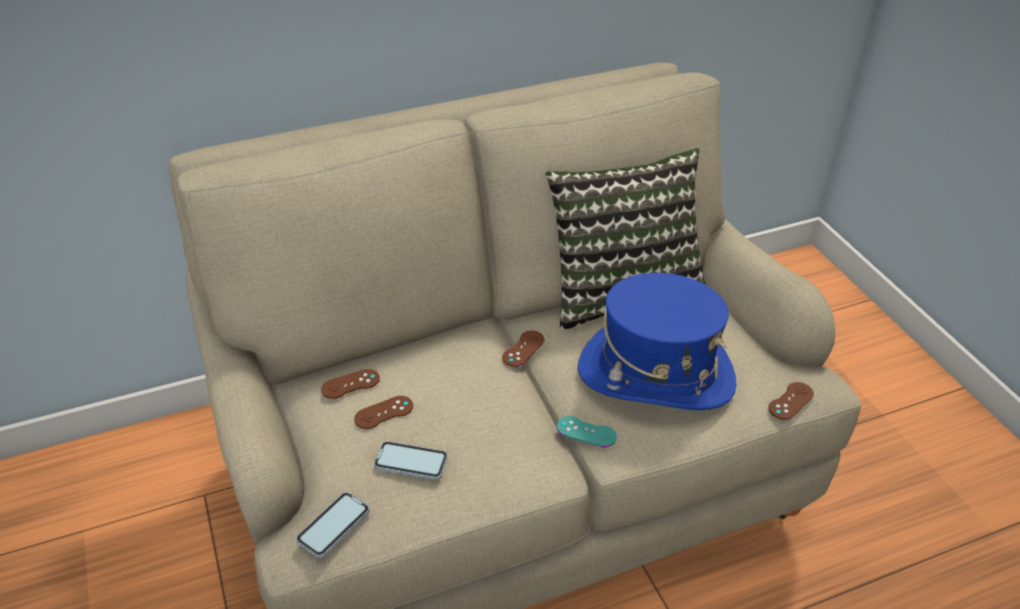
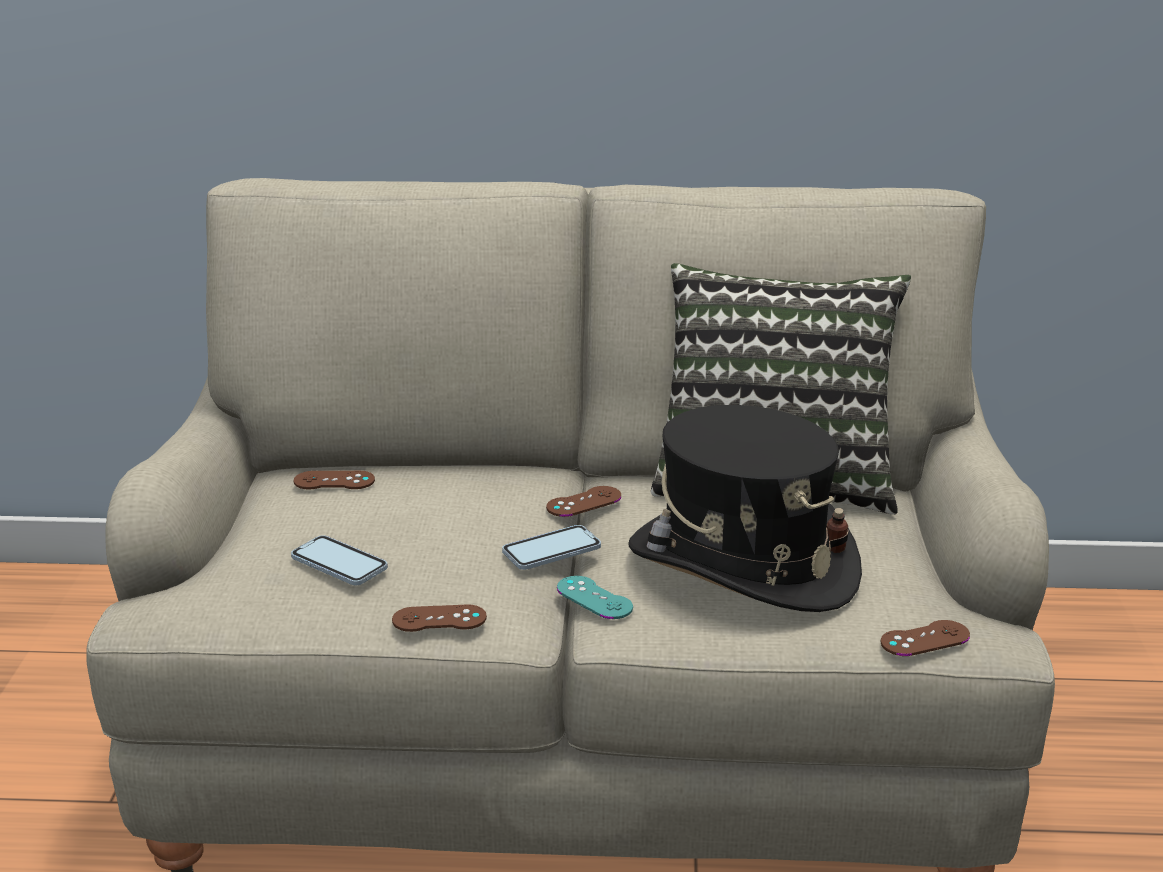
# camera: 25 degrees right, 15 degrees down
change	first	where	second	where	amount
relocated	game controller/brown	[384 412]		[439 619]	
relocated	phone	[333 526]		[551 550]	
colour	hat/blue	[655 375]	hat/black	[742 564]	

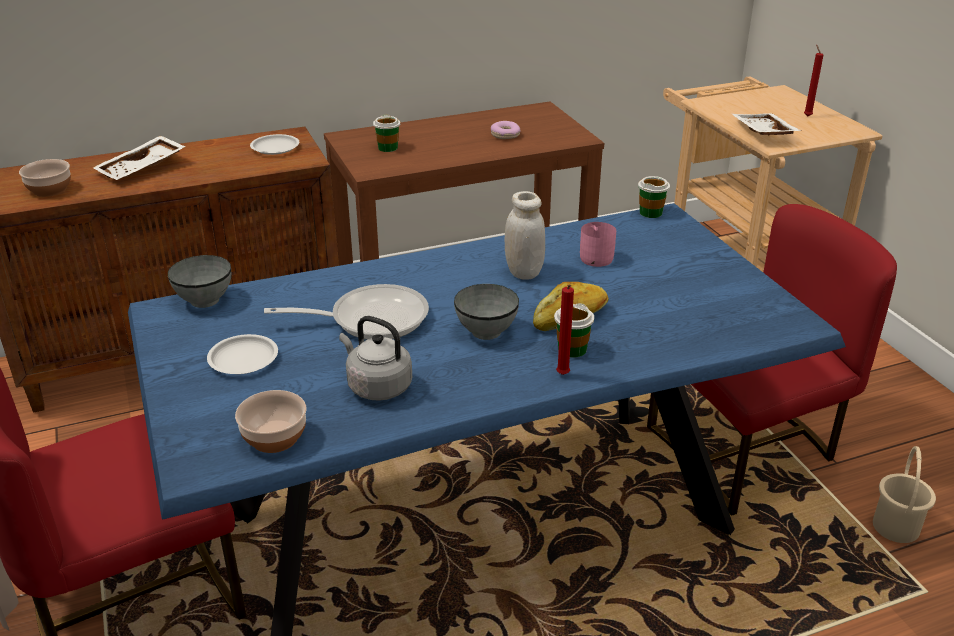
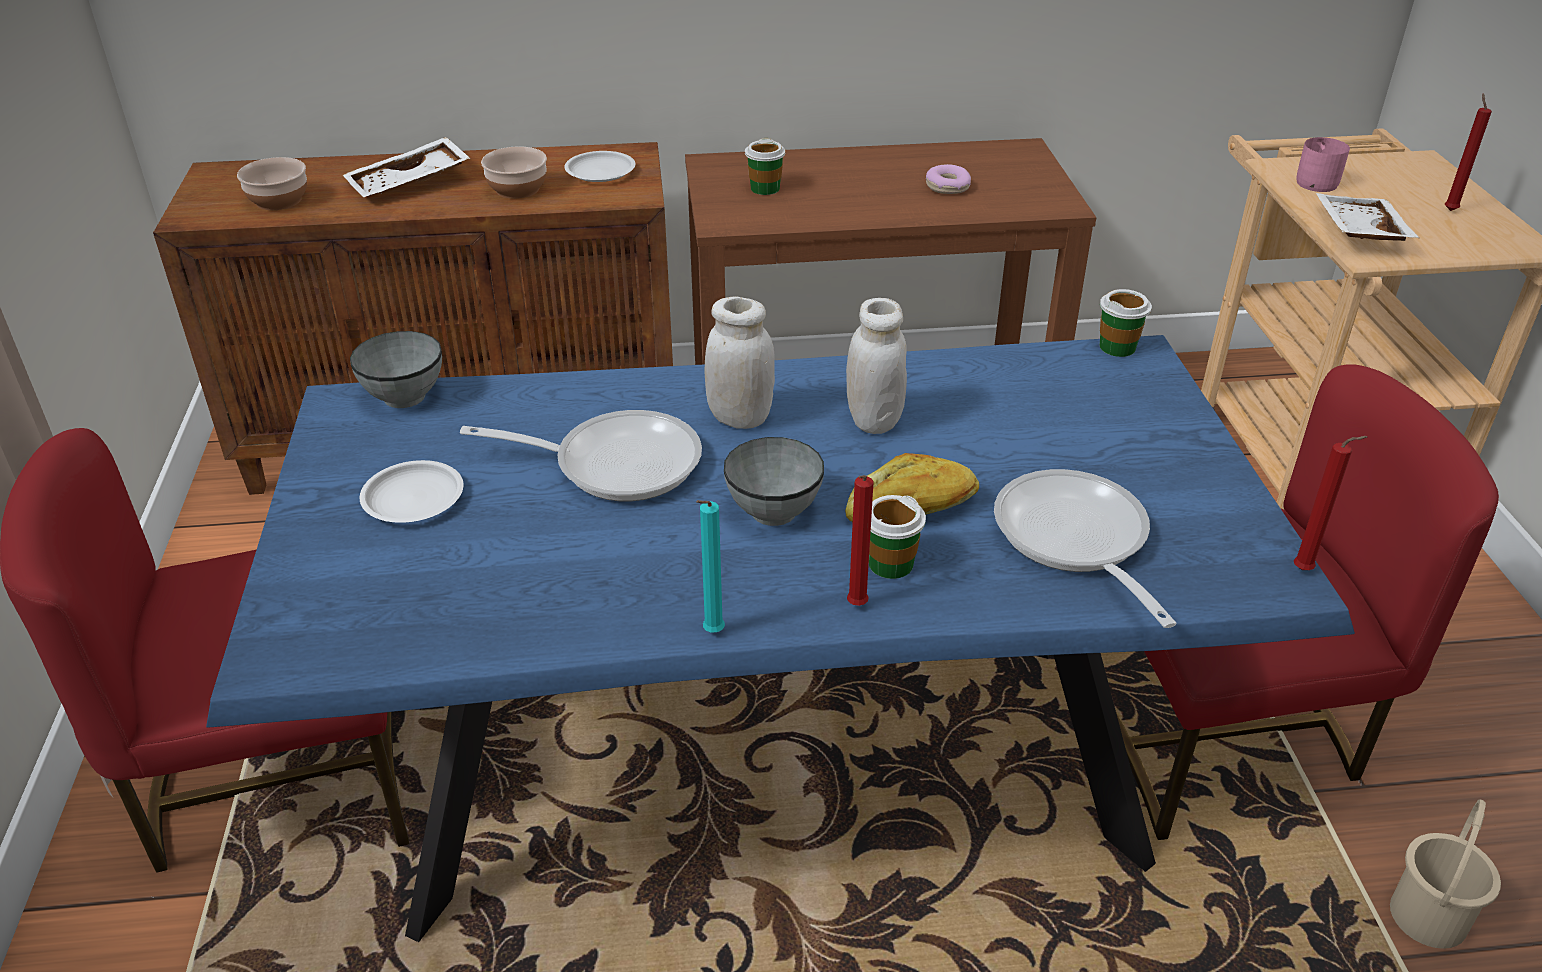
# camera: 15 degrees right, 5 degrees up
change	first	where	second	where	amount
relocated	bowl	[274 437]		[517 188]	
appeared			candle/turquoise	[711 633]	
appeared			jar/white	[740 418]	
appeared			frying pan	[1075 541]	
appeared			candle/red	[1306 571]	
relocated	mug/pink	[596 256]		[1317 181]	
missing	kettle/grey	[377 386]			

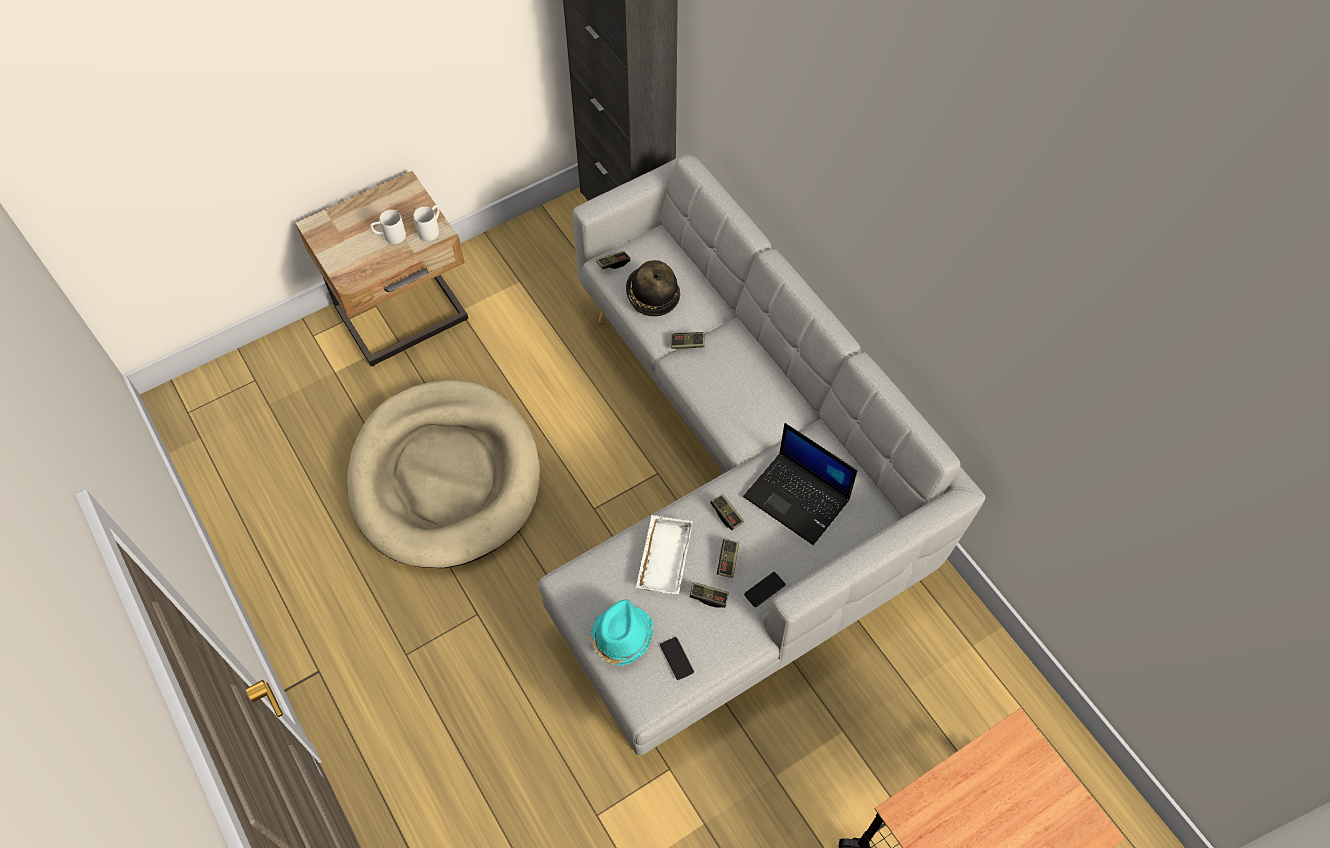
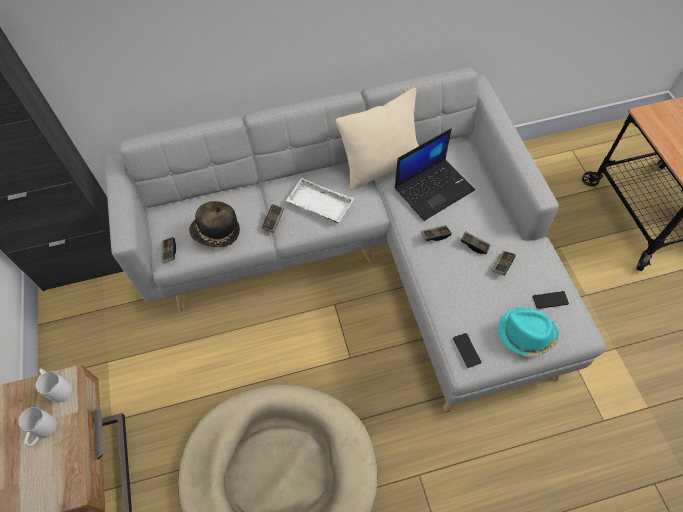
# camera: 70 degrees left, 0 degrees up
change	first	where	second	where	amount
relocated	tray/white	[662 557]		[318 205]	
appeared			pillow/beige	[381 167]	
relocated	phone	[764 589]		[466 350]	

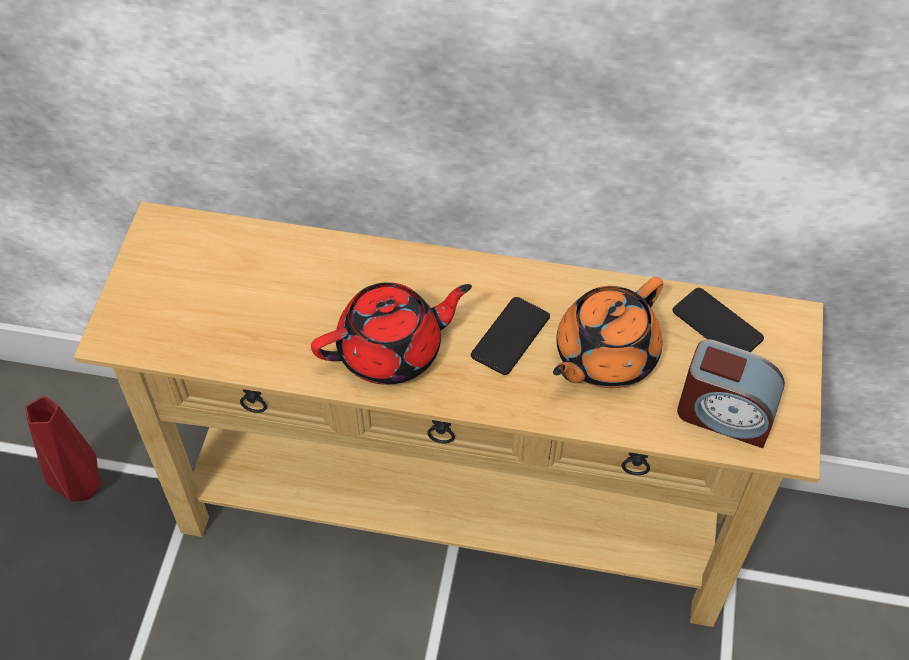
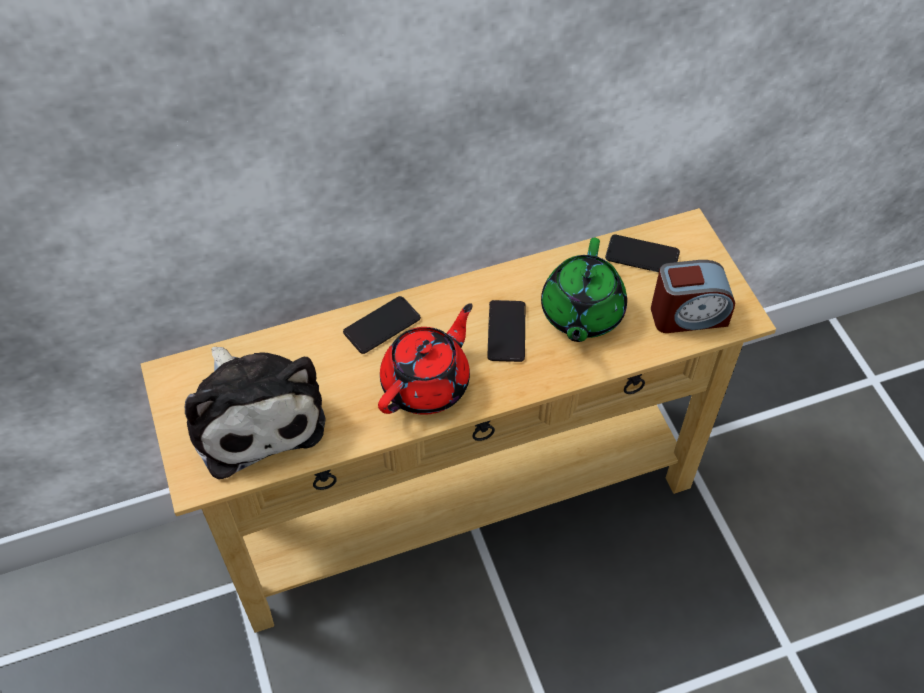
# camera: 30 degrees left, 0 degrees up
change	first	where	second	where	amount
appeared			plush toy	[254 414]	
appeared			phone	[382 325]	
colour	teapot/orange	[604 355]	teapot/green	[581 313]	
missing	vase/red	[80 489]			

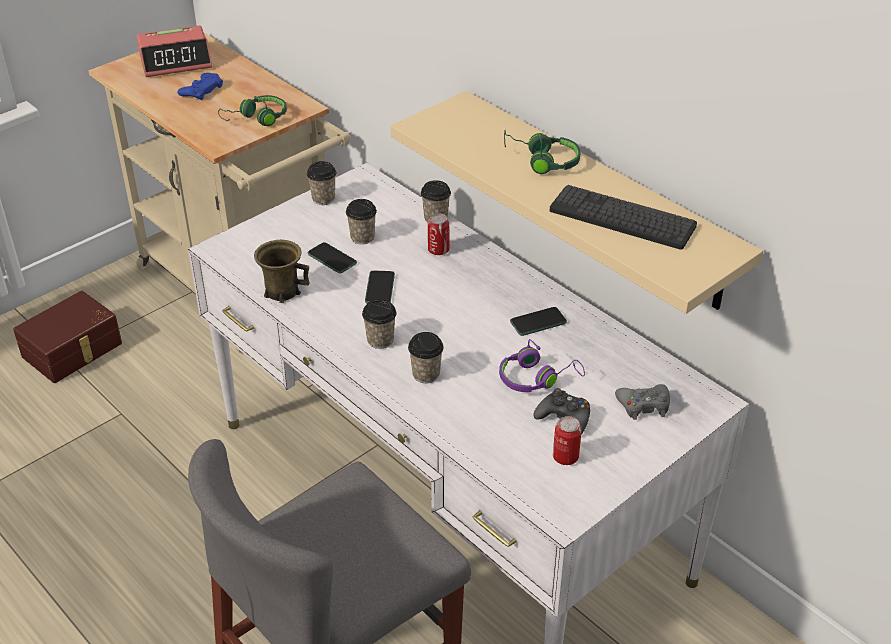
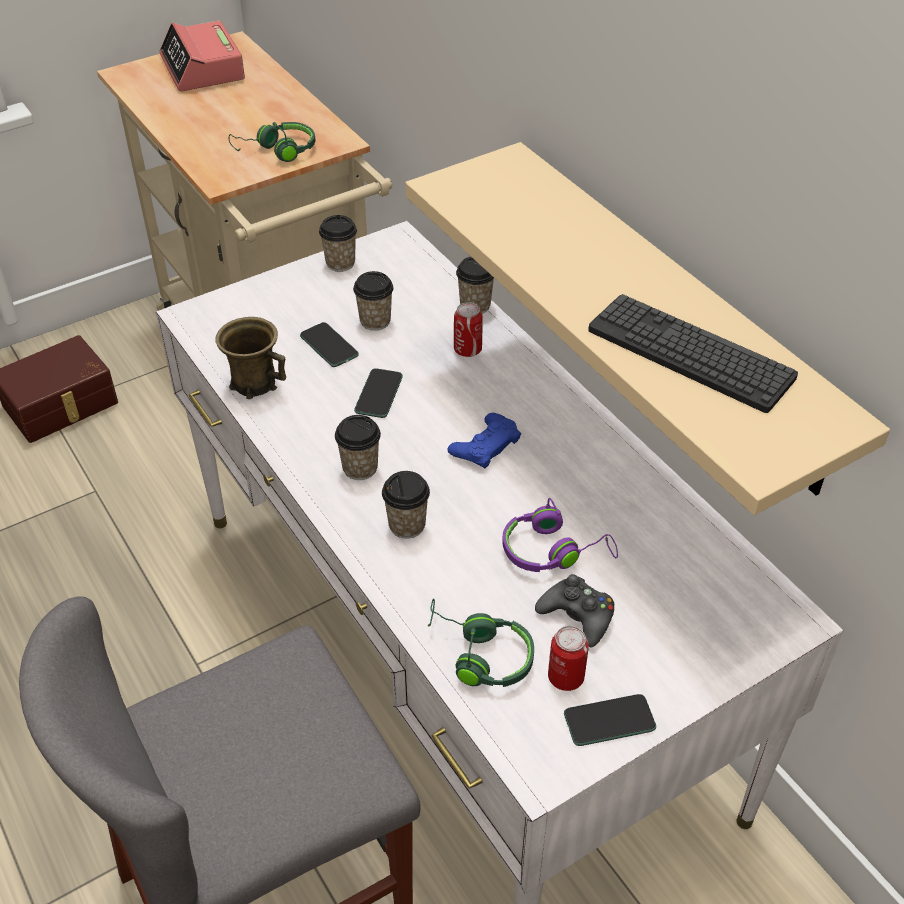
# camera: 10 degrees right, 5 degrees up
change	first	where	second	where	amount
spun	alarm clock	[176 61]		[203 68]	75 degrees clockwise
relocated	headphones/green	[541 161]		[479 654]	
relocated	game controller/blue	[201 90]		[485 446]	
relocated	phone	[538 322]		[609 721]	
missing	game controller/grey	[644 406]			

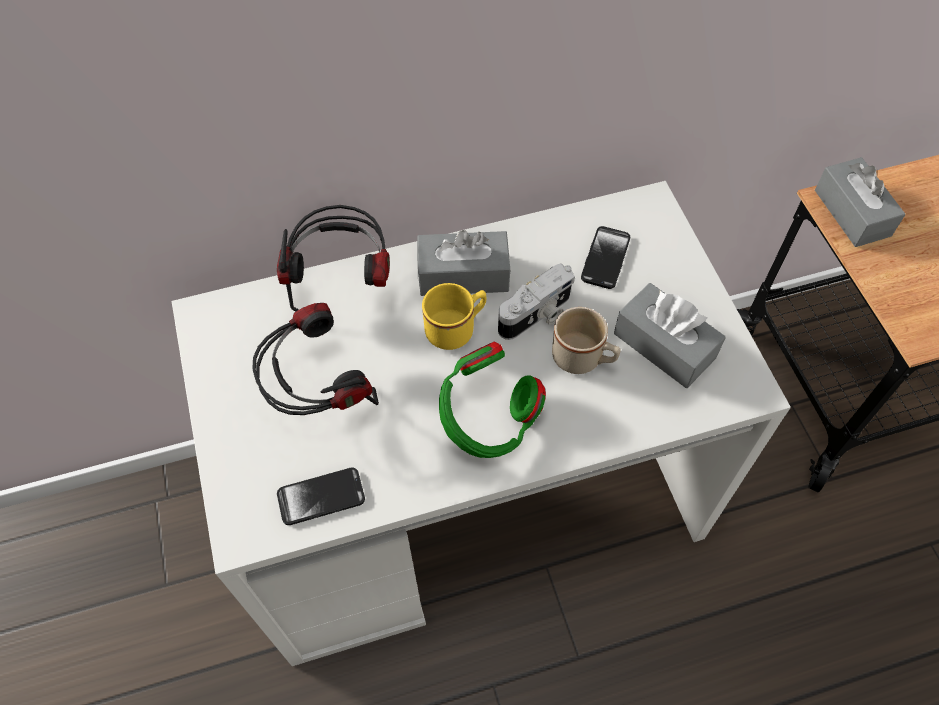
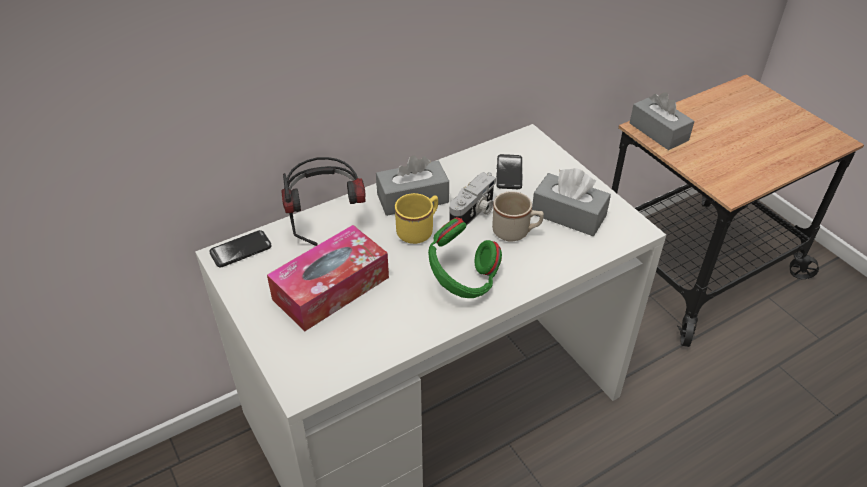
# camera: 15 degrees left, 15 degrees down
change	first	where	second	where	amount
relocated	phone	[321 497]		[241 250]	
exchanged	headphones	[319 395]	tissue box	[331 288]	

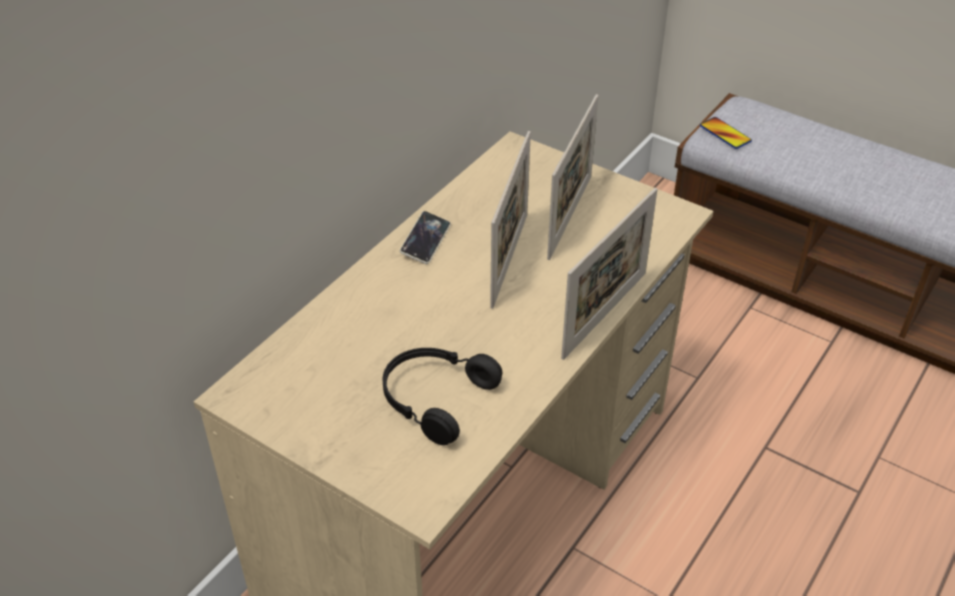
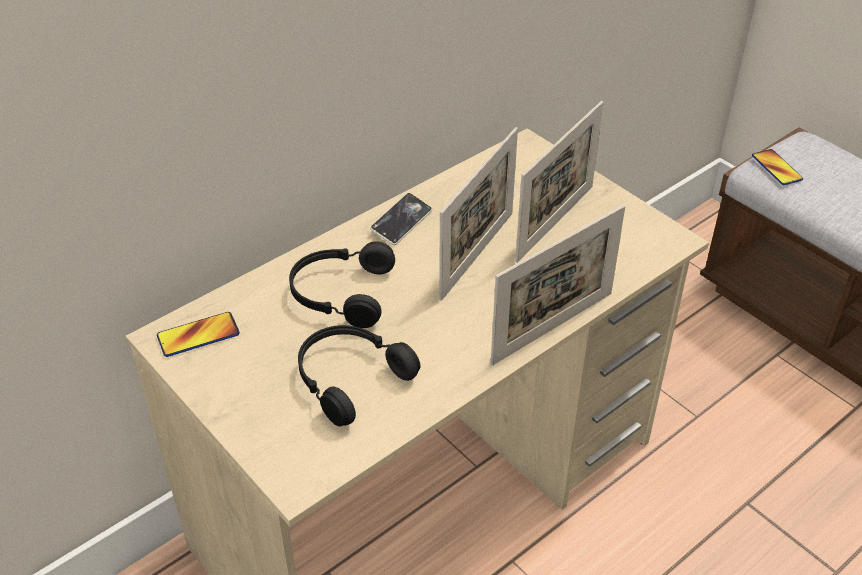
# camera: 15 degrees right, 0 degrees up
change	first	where	second	where	amount
appeared			phone	[198 335]	
appeared			headphones/black	[340 294]	

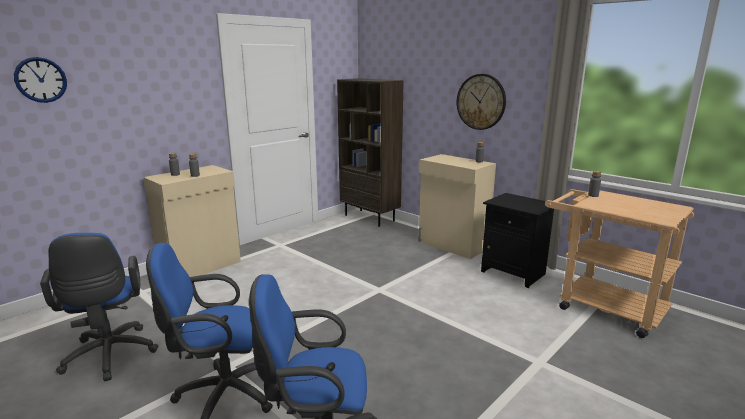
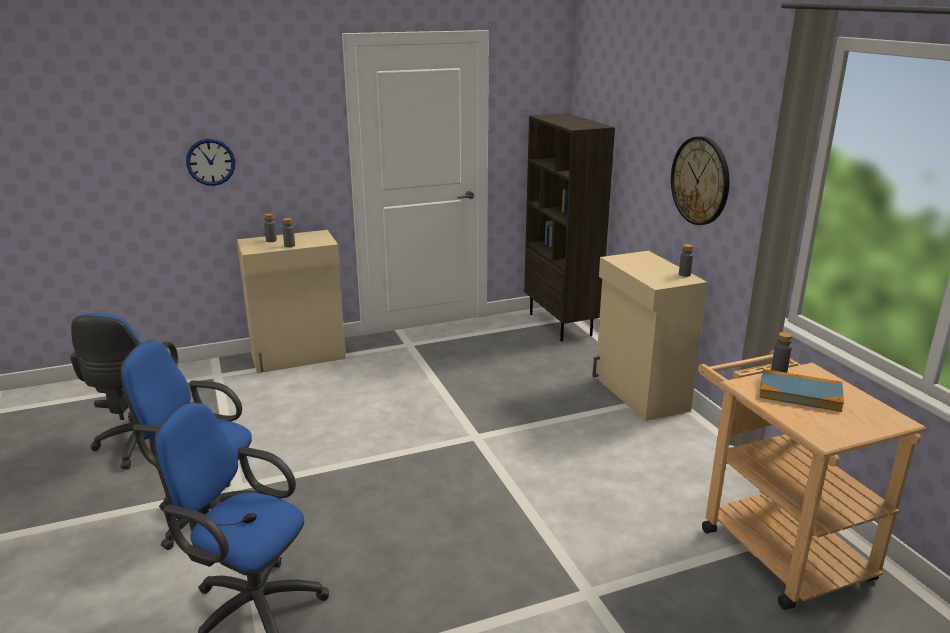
# camera: 25 degrees right, 5 degrees up
change	first	where	second	where	amount
relocated	wall clock	[41 80]		[210 162]	
appeared			book	[800 393]	
missing	nightstand/black	[514 272]			

